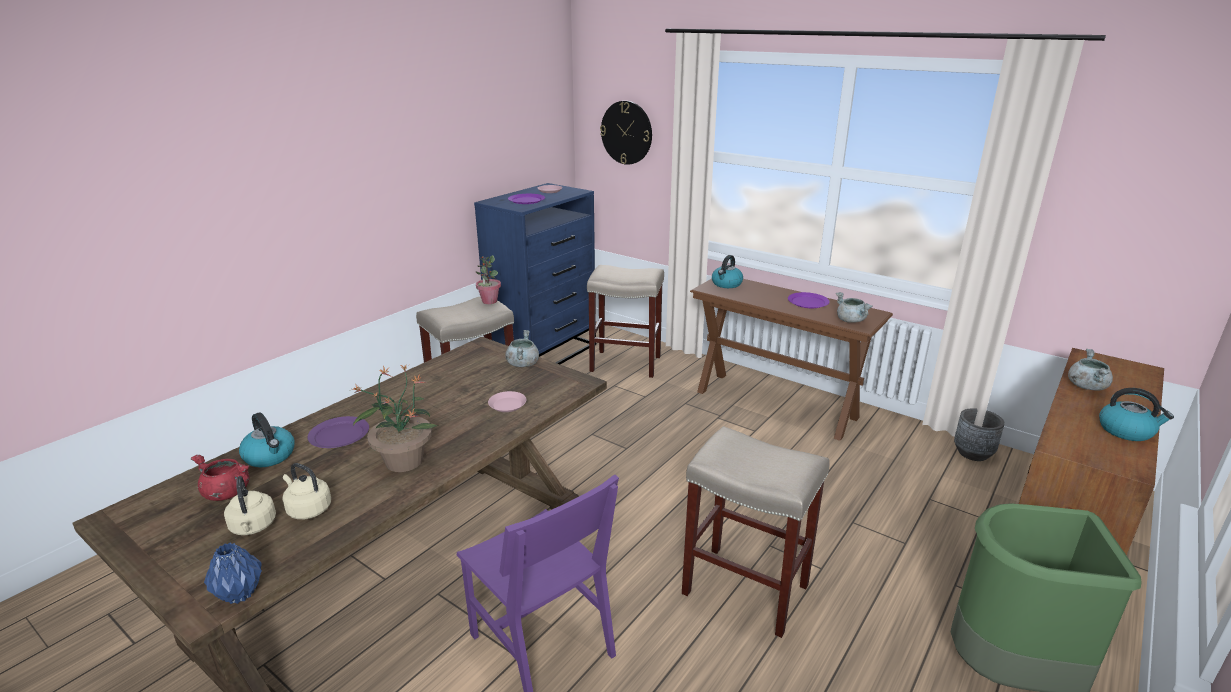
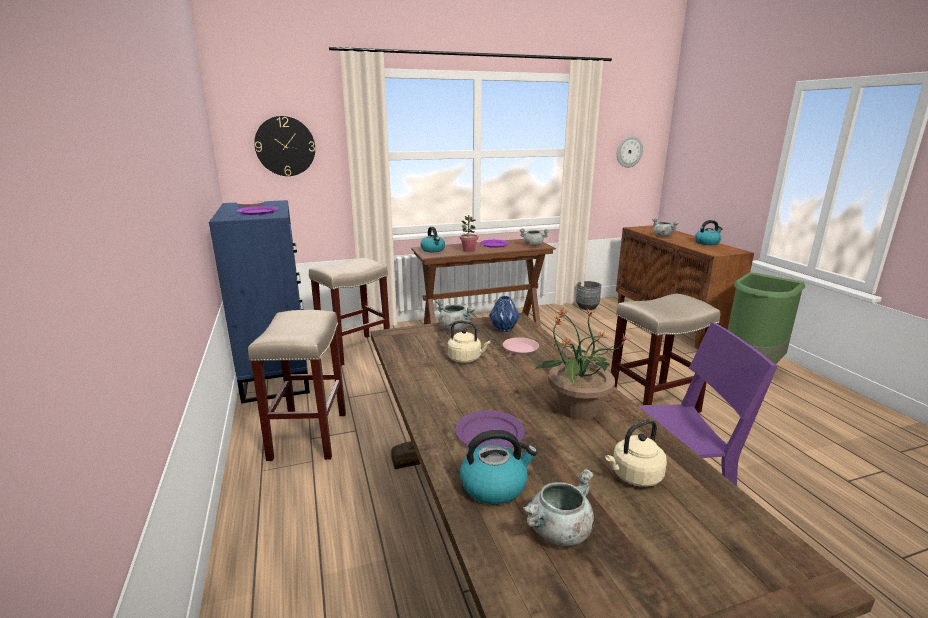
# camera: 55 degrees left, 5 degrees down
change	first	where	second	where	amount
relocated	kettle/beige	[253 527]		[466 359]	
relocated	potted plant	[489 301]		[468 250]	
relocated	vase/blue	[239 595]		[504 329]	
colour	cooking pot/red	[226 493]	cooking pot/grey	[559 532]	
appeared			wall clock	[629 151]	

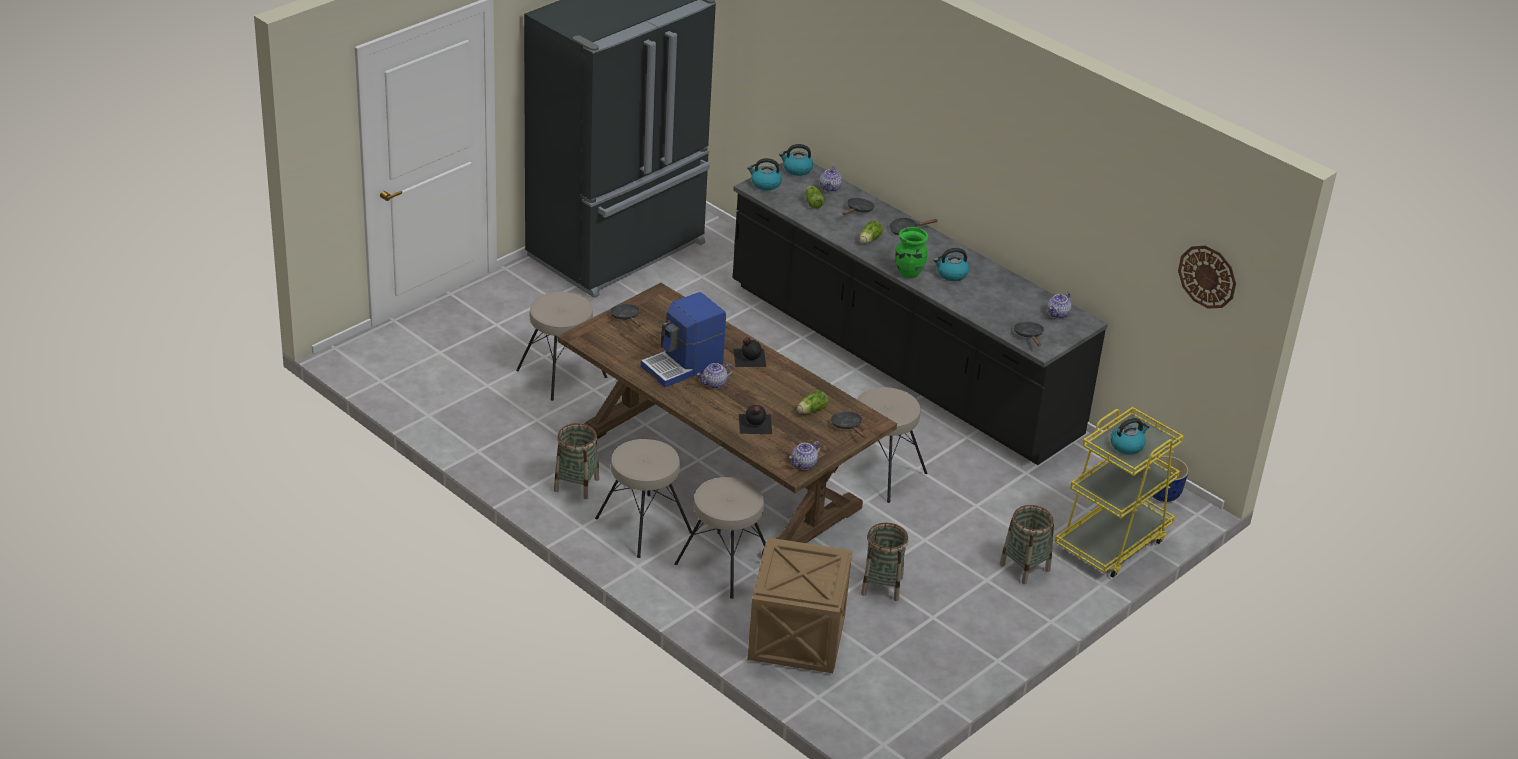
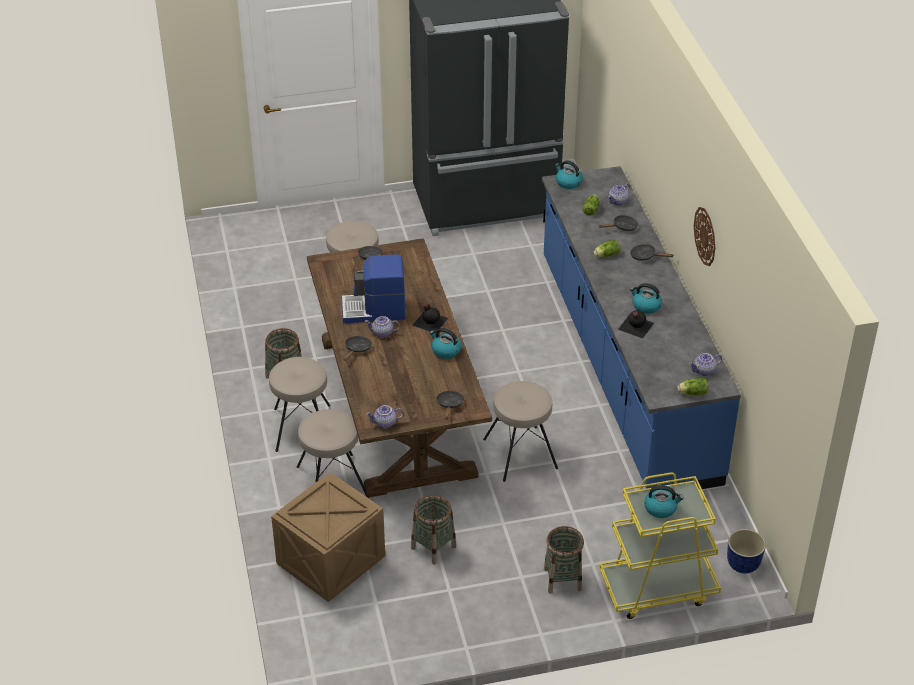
# camera: 35 degrees right, 5 degrees up
change	first	where	second	where	amount
relocated	frying pan/black	[1029 335]		[357 349]	
relocated	kettle	[796 169]		[445 351]	
colour	counter/black	[900 360]	counter/blue	[625 367]	
relocated	bottle/black	[754 424]		[635 326]	
relocated	lettuce	[811 411]		[691 393]	
relocated	wall clock	[1207 276]		[705 236]	
missing	vase/green	[908 273]			

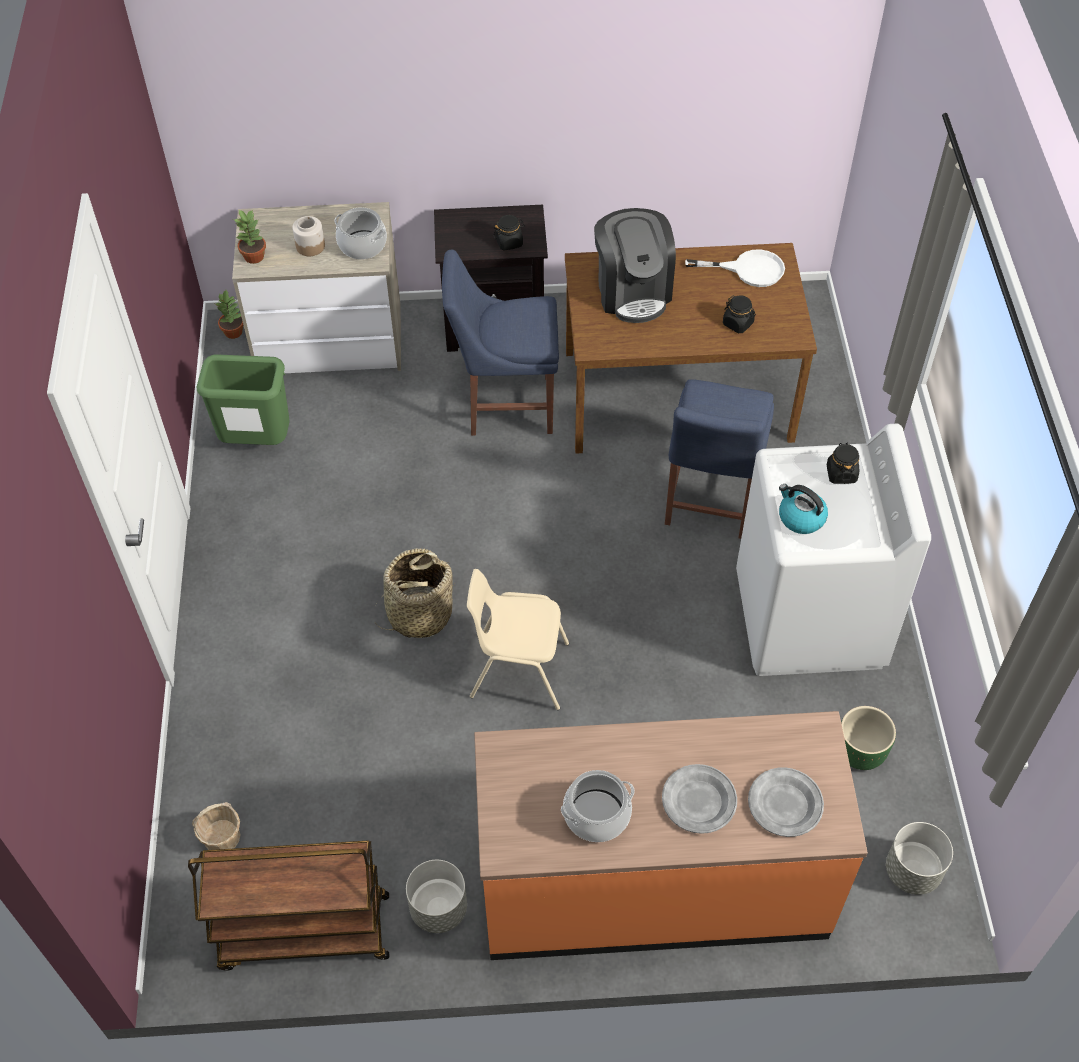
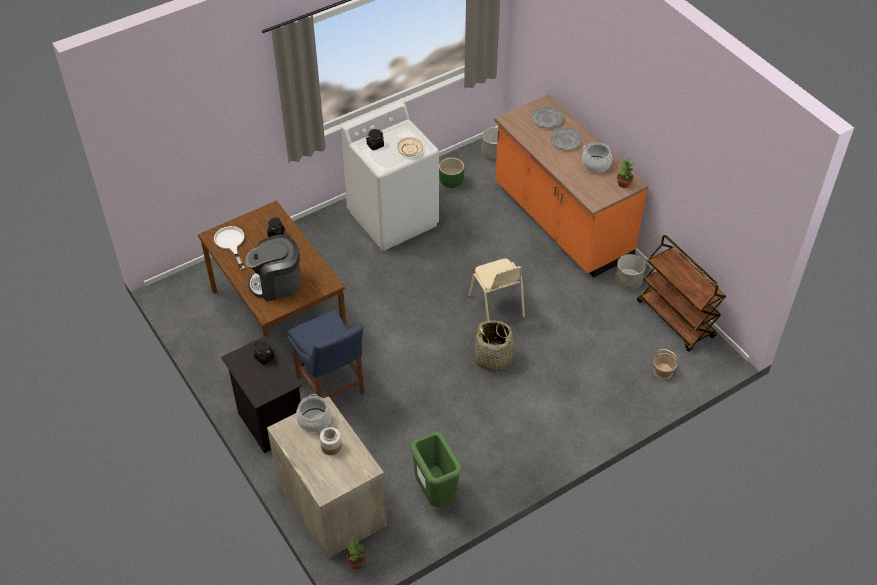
# camera: 120 degrees left, 5 degrees down
change	first	where	second	where	amount
spun	coffee machine	[633 291]		[277 283]	150 degrees counterclockwise
exchanged	kettle	[800 518]	plate/beige	[410 150]	
relocated	potted plant	[254 256]		[623 184]	
missing	chair/blue	[709 503]			

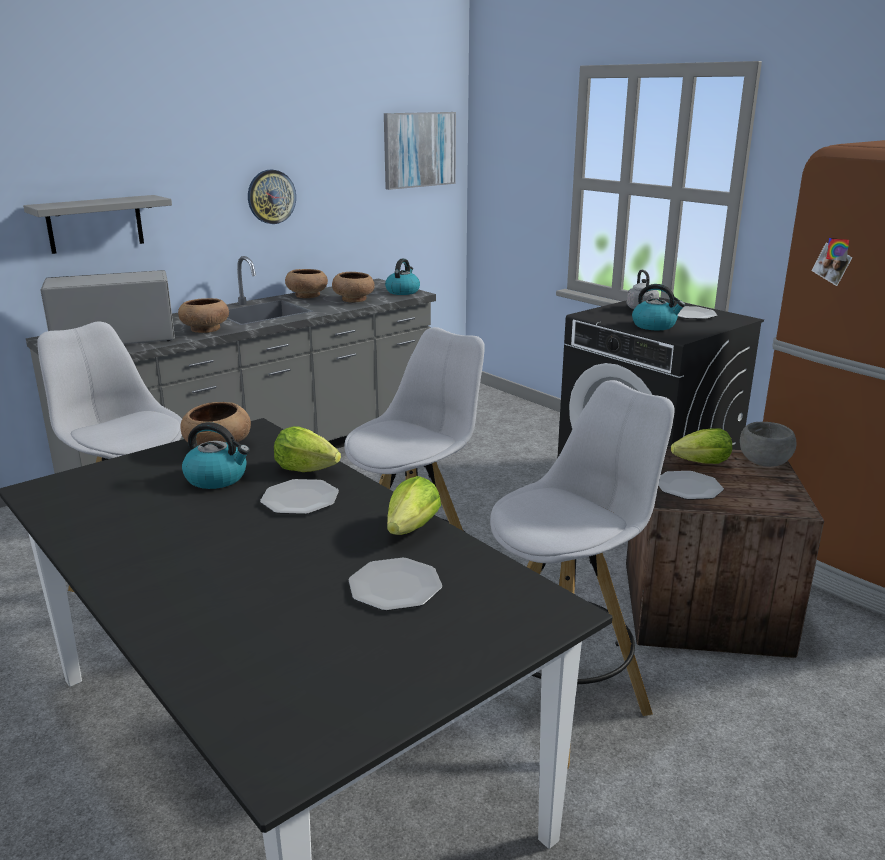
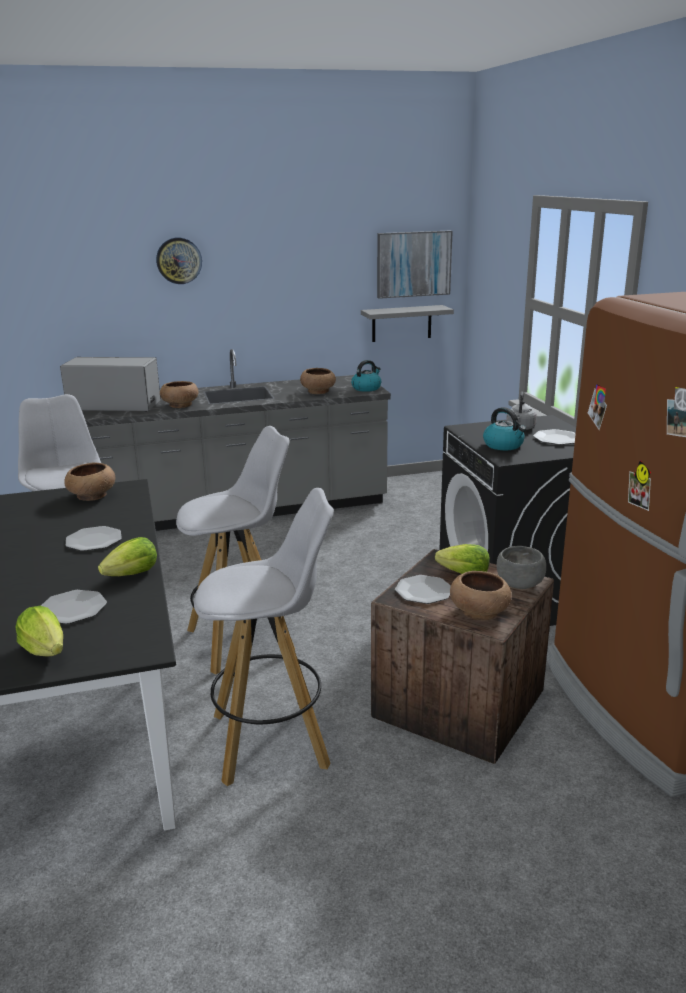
# camera: 25 degrees right, 0 degrees up
change	first	where	second	where	amount
relocated	lettuce	[305 469]		[45 650]	
relocated	wall clock	[271 196]		[179 260]	
relocated	shelf/grey	[95 224]		[401 323]	
relocated	bowl/brown	[307 295]		[479 611]	
missing	kettle	[217 478]			

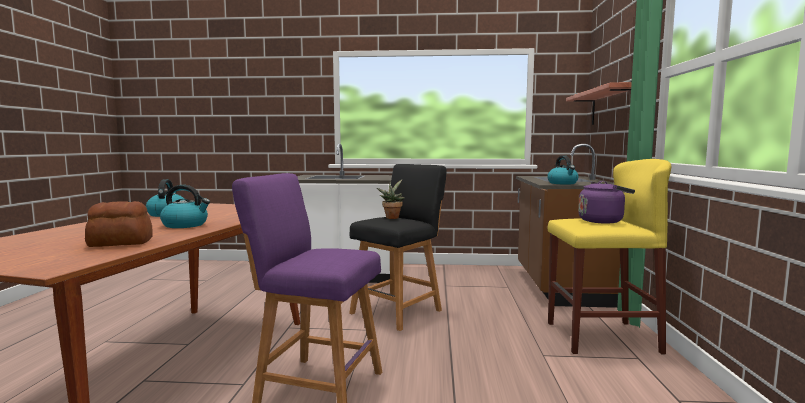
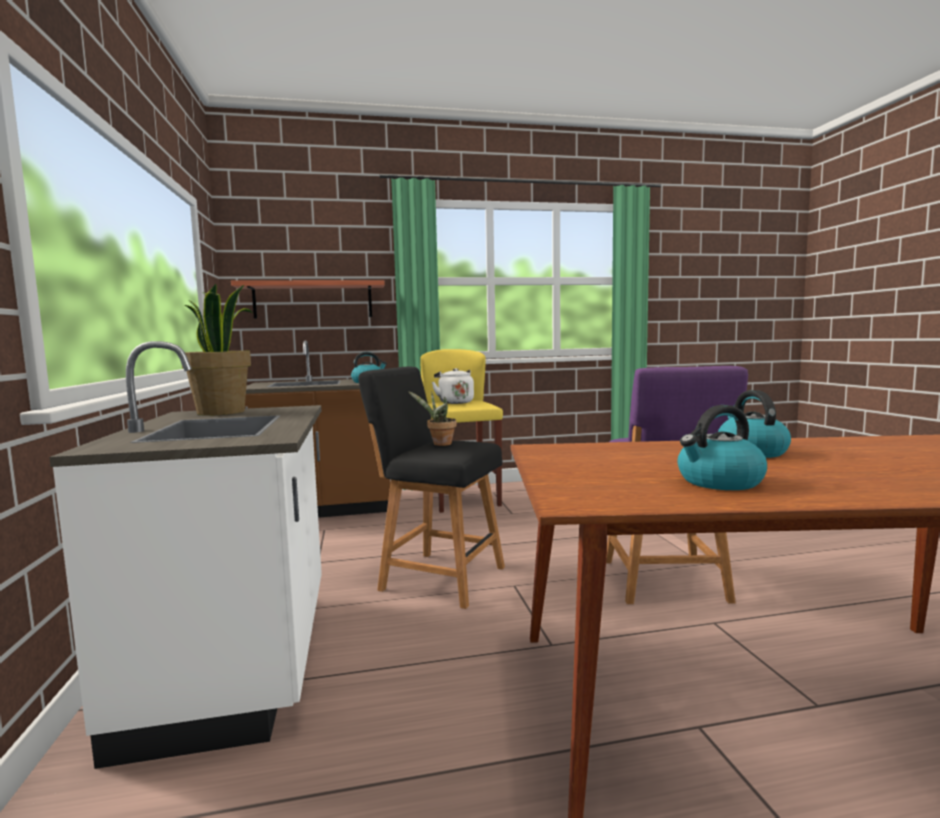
# camera: 105 degrees left, 0 degrees up
change	first	where	second	where	amount
appeared			potted plant	[222 412]	
colour	kettle/purple	[602 221]	kettle/white	[454 402]	
missing	bread	[121 243]			

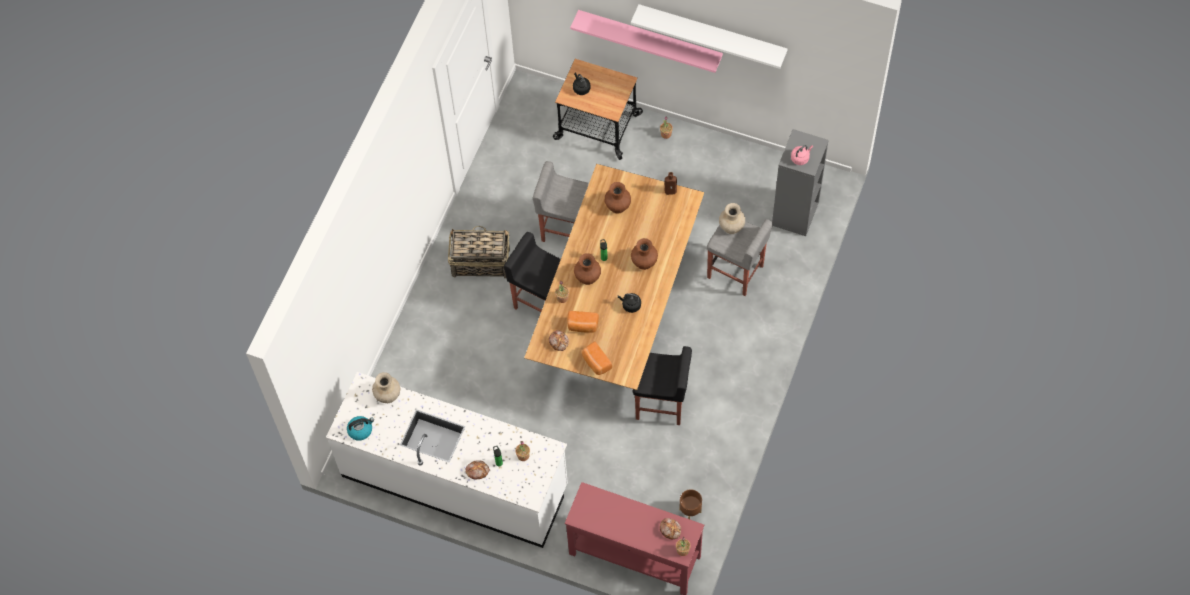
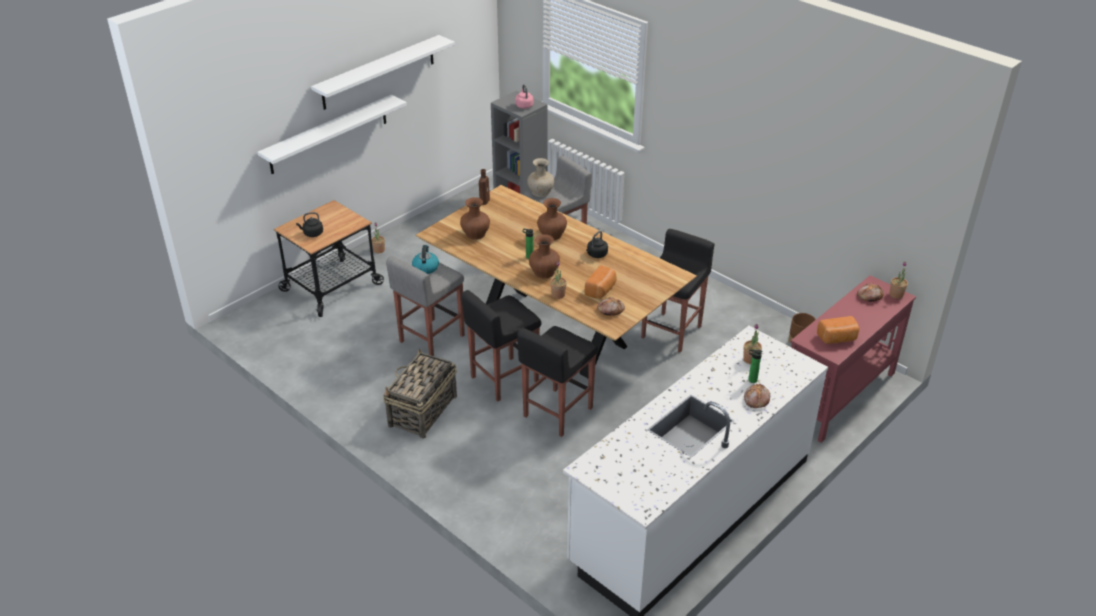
# camera: 70 degrees left, 25 degrees down
change	first	where	second	where	amount
colour	shelf/pink	[650 38]	shelf/white	[328 134]	
relocated	kettle	[360 430]		[425 267]	
appeared			stool/black	[557 412]	
relocated	bread	[596 363]		[837 339]	
missing	vase/beige	[387 395]			

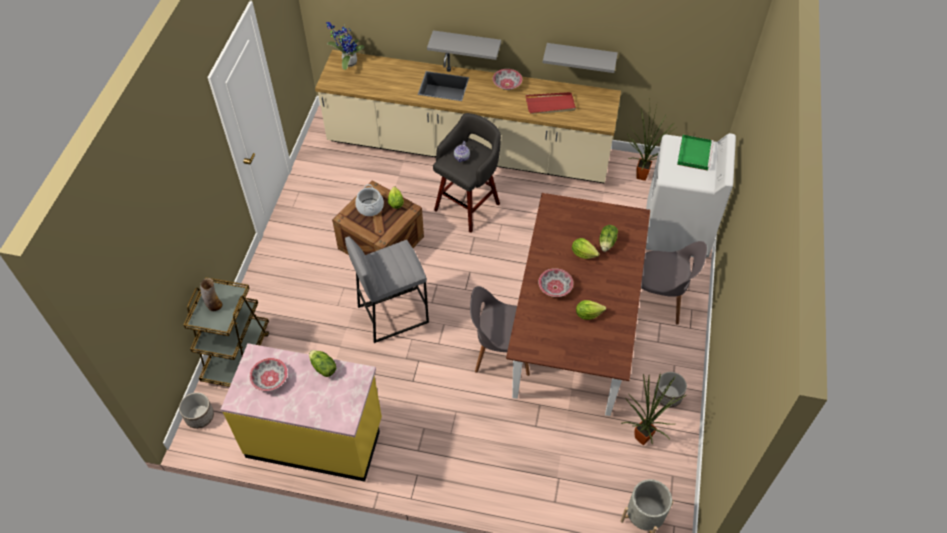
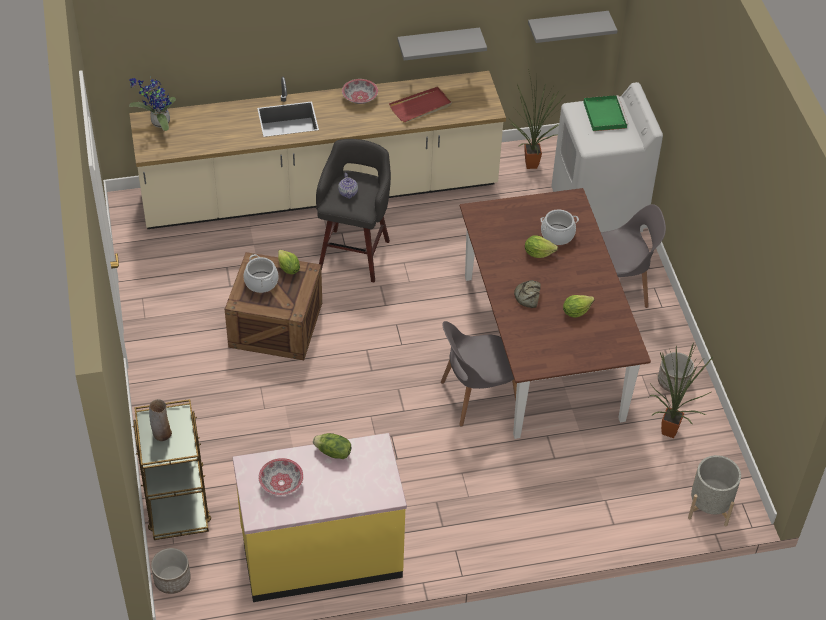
# camera: 25 degrees left, 5 degrees down
change	first	where	second	where	amount
exchanged	bowl	[555 288]	bread	[528 296]	
relocated	shelf/grey	[467 44]		[567 26]	
exchanged	lettuce	[607 243]	cooking pot	[557 234]	
missing	stool/grey	[392 313]			

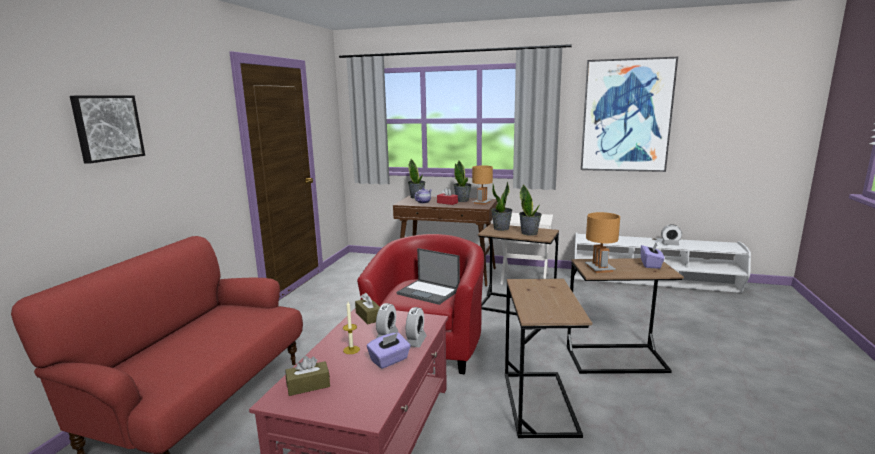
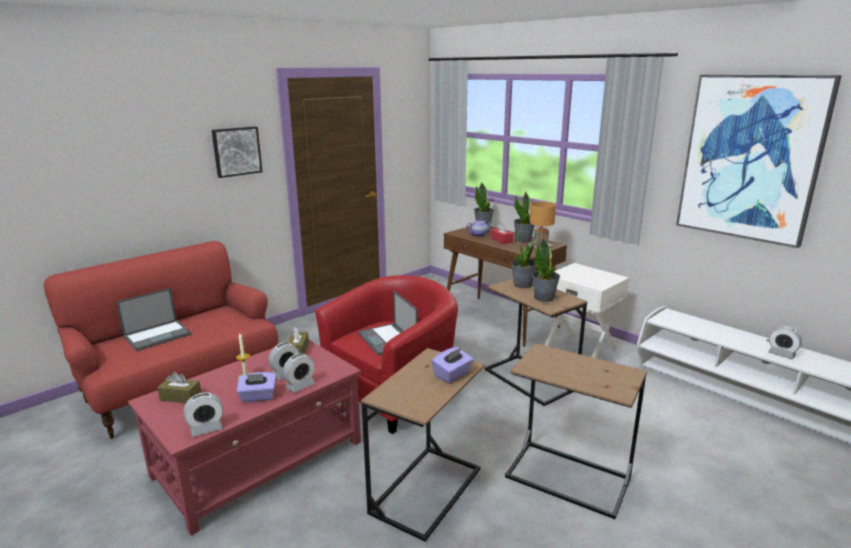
# camera: 30 degrees right, 5 degrees up
change	first	where	second	where	amount
appeared			laptop	[158 335]	
appeared			alarm clock	[206 429]	
relocated	picture	[107 128]		[236 151]	
relocated	tissue box/purple	[651 264]		[452 375]	
missing	table lamp/brown	[600 268]			

